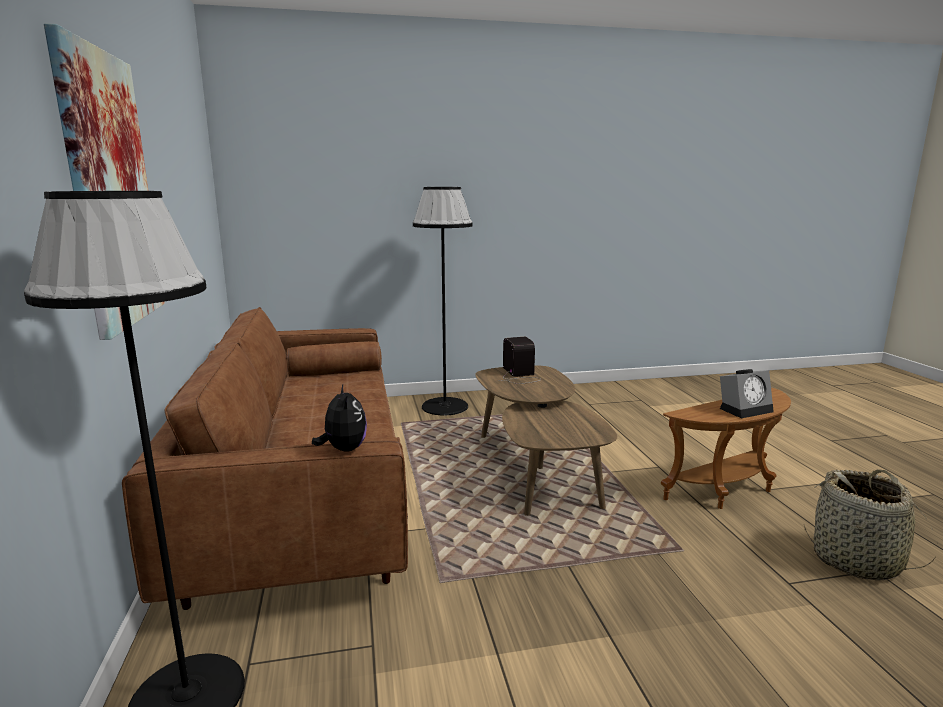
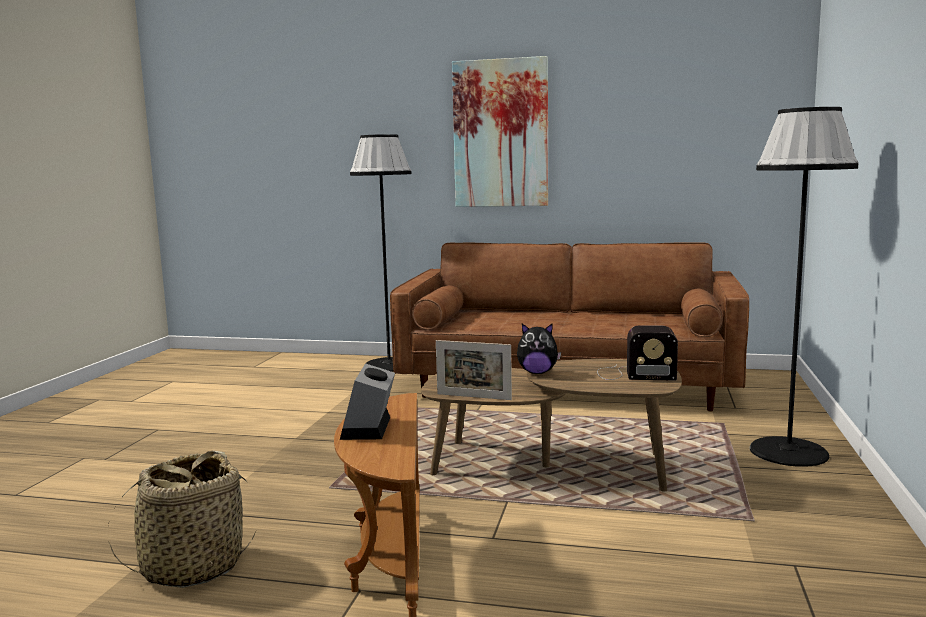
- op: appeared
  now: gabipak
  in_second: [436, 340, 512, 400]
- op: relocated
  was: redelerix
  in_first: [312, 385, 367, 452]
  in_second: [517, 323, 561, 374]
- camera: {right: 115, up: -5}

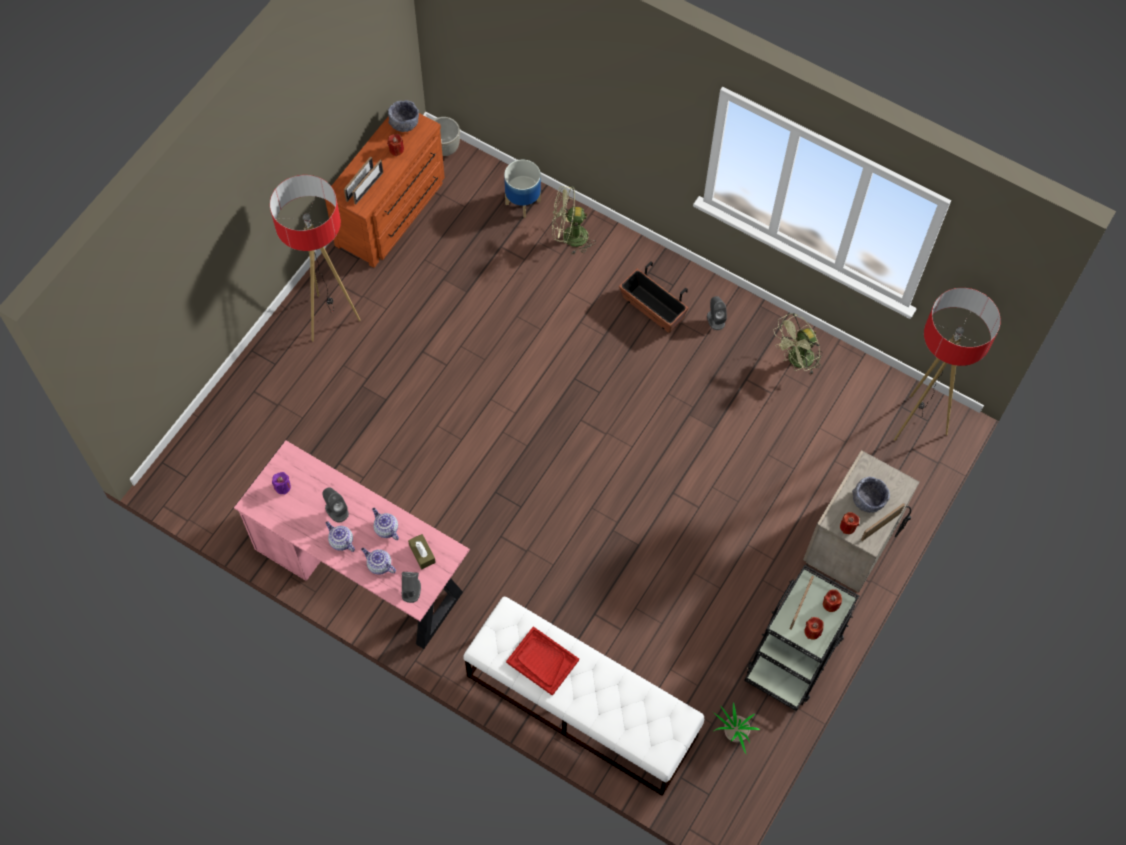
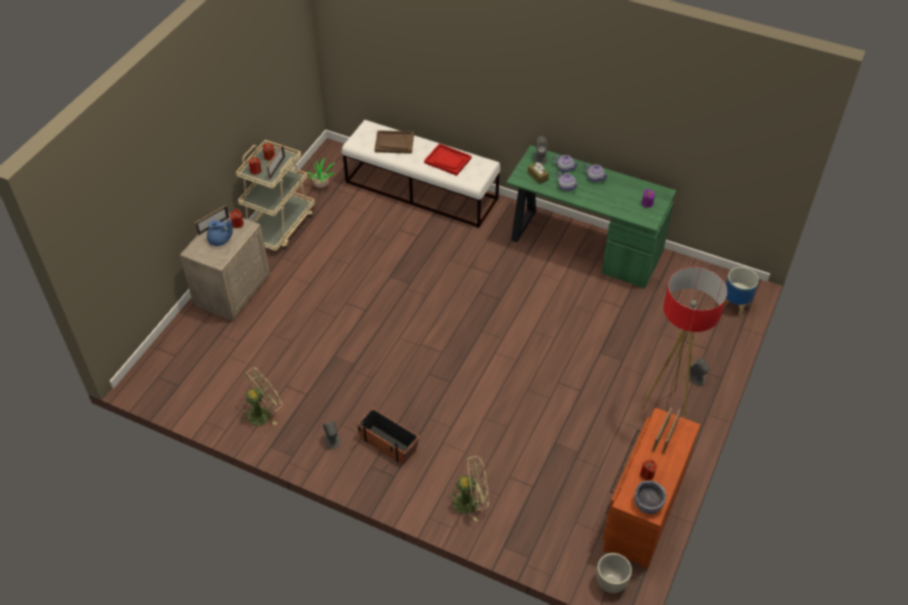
- op: exchanged
  was: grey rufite
  now: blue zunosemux
  in_first: [852, 477, 890, 513]
  in_second: [207, 219, 233, 246]
- op: colour
  was: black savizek
  now: beige savizek
  in_first: [744, 565, 859, 711]
  in_second: [236, 140, 315, 251]
- op: appeared
  now: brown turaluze
  in_second: [375, 130, 414, 154]
- op: colour
  was: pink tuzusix
  now: green tuzusix
  in_first: [234, 441, 470, 649]
  in_second: [506, 145, 677, 288]
- op: relocated
  was: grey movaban
  in_first: [323, 487, 349, 523]
  in_second: [689, 358, 710, 386]
- op: relocated
  was: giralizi
  in_first: [504, 159, 541, 218]
  in_second: [724, 267, 759, 316]
- op: missing
  was: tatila
  in_first: [894, 288, 1001, 441]
- camera: {right: 175, up: -15}

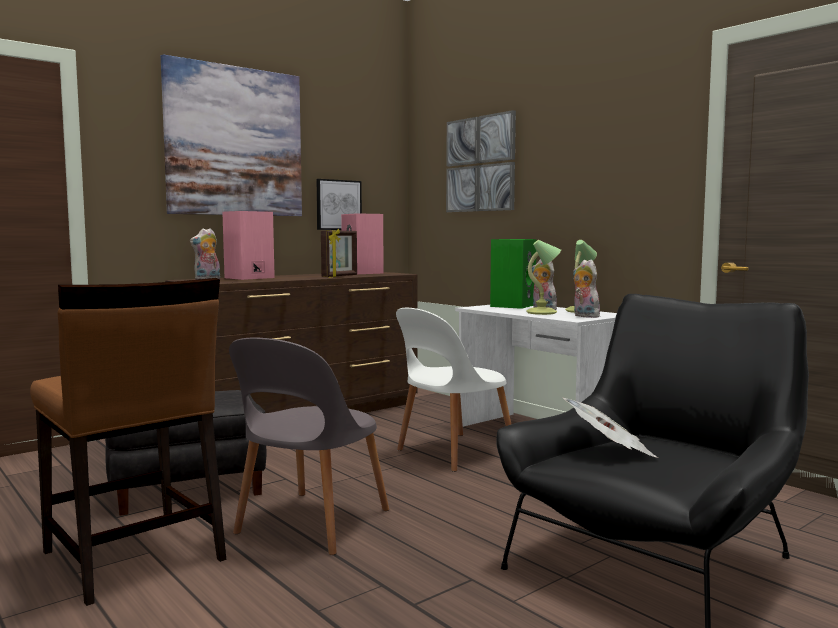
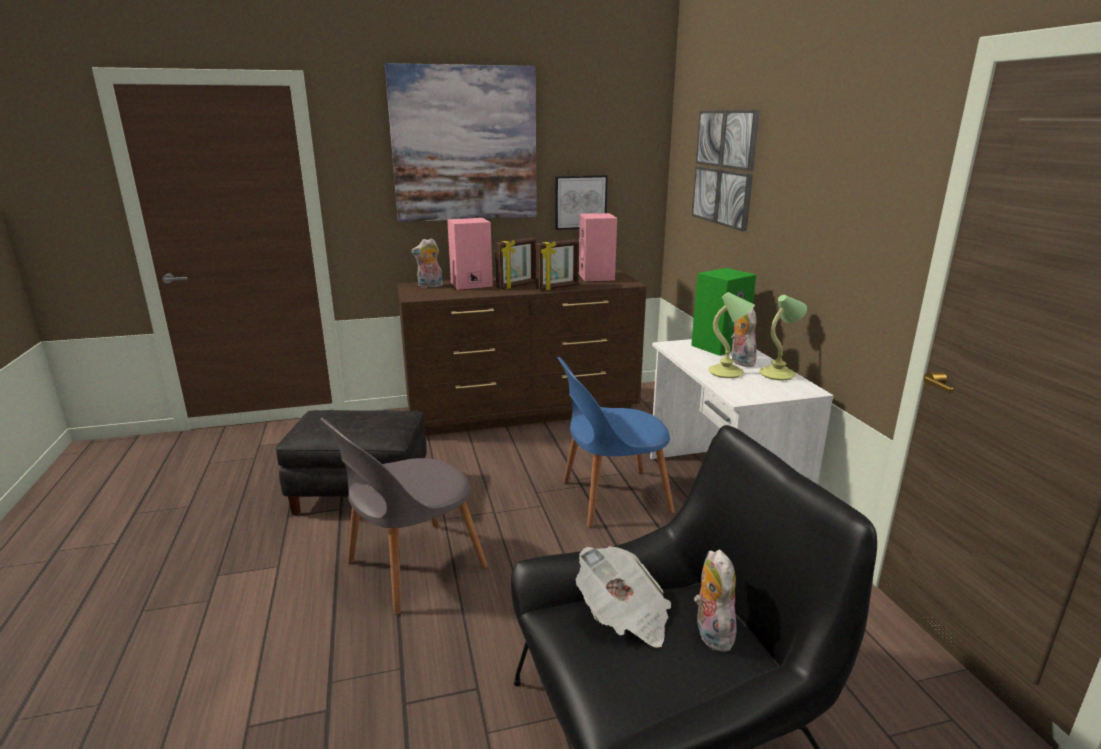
- op: appeared
  now: gabipak
  in_second: [495, 238, 536, 289]
- op: colour
  was: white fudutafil
  now: blue fudutafil
  in_first: [396, 308, 511, 472]
  in_second: [557, 357, 675, 527]
- op: relocated
  was: redelerix
  in_first: [573, 259, 600, 318]
  in_second: [694, 549, 737, 652]
- op: missing
  was: brown fudutafil
  in_first: [30, 278, 226, 606]
- camera: {right: 25, up: 15}

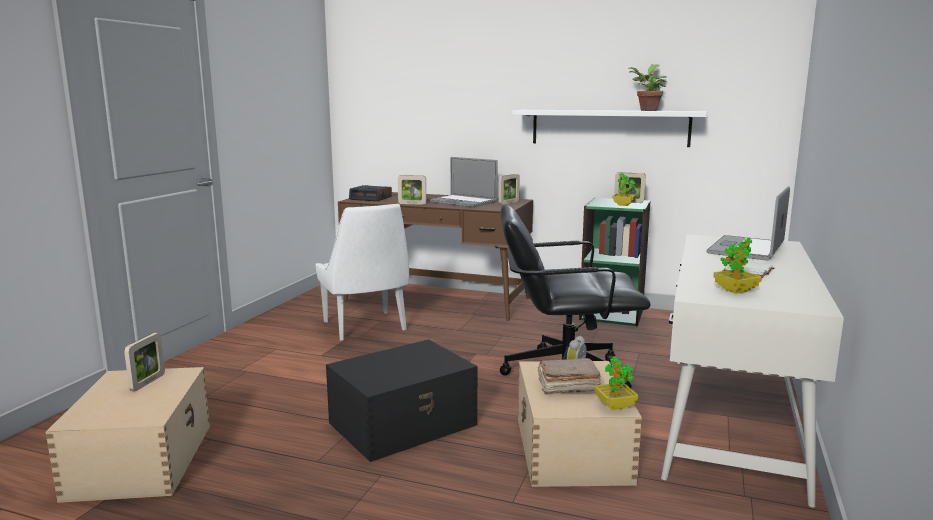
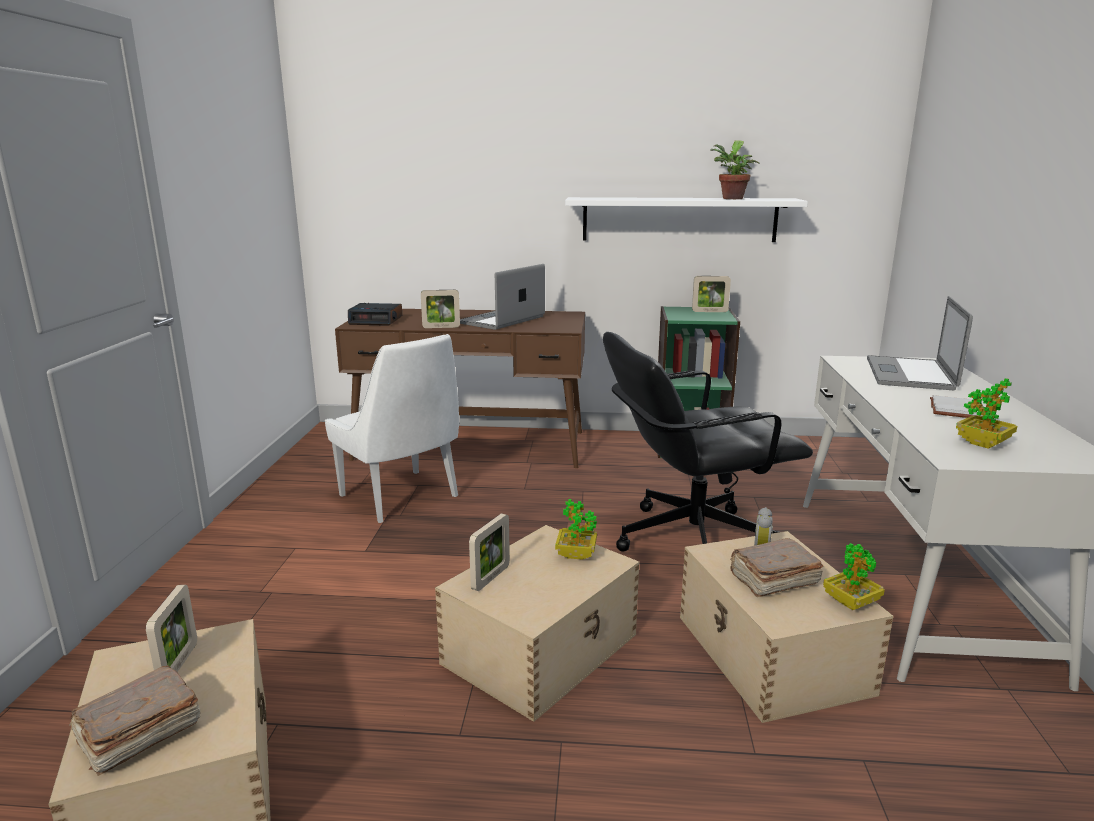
- op: appeared
  now: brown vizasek
  in_second: [69, 665, 200, 776]
- op: colour
  was: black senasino
  now: beige senasino
  in_first: [326, 339, 478, 462]
  in_second: [435, 525, 640, 722]
- op: spun
  was: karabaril
  in_first: [427, 157, 498, 207]
  in_second: [460, 264, 545, 330]
  clockwise: 105
- op: relocated
  was: gabipak
  in_first: [499, 174, 520, 204]
  in_second: [469, 513, 510, 591]
- op: relocated
  was: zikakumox
  in_first: [612, 172, 636, 206]
  in_second: [555, 499, 597, 560]
- camera: {right: -15, up: 5}

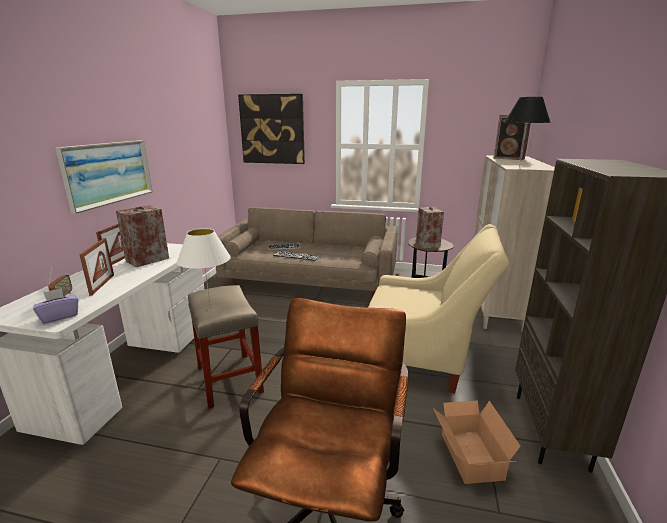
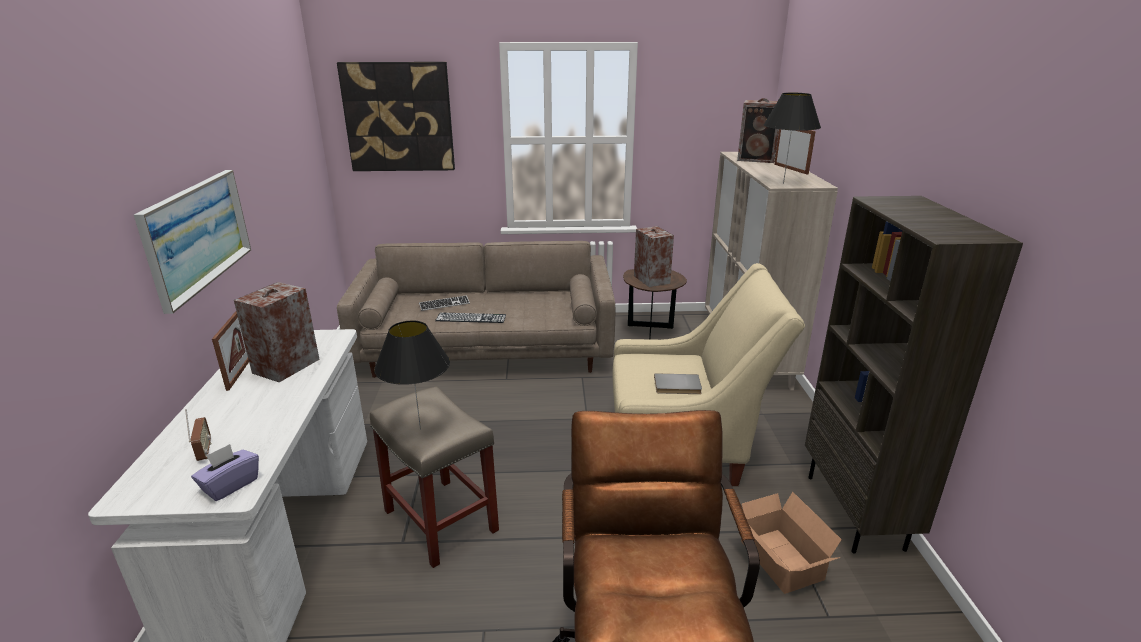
- op: colour
  was: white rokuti
  now: black rokuti
  in_first: [177, 228, 231, 305]
  in_second: [374, 321, 450, 430]
- op: appeared
  now: grey vizasek
  in_second: [654, 373, 702, 394]
- op: relocated
  was: gabipak
  in_first: [79, 238, 114, 296]
  in_second: [774, 129, 816, 174]
- camera: {right: -15, up: 5}

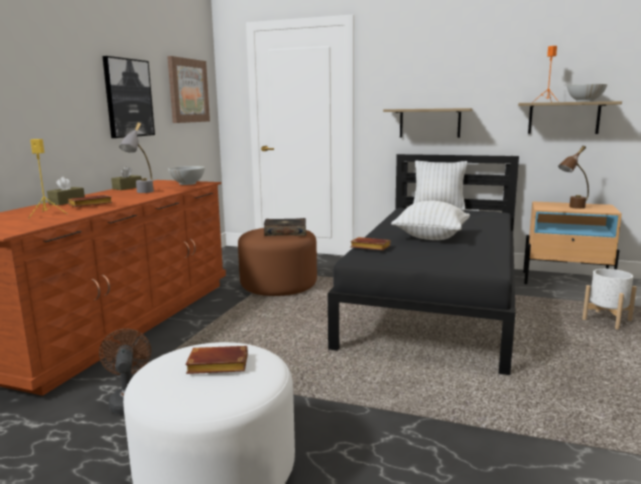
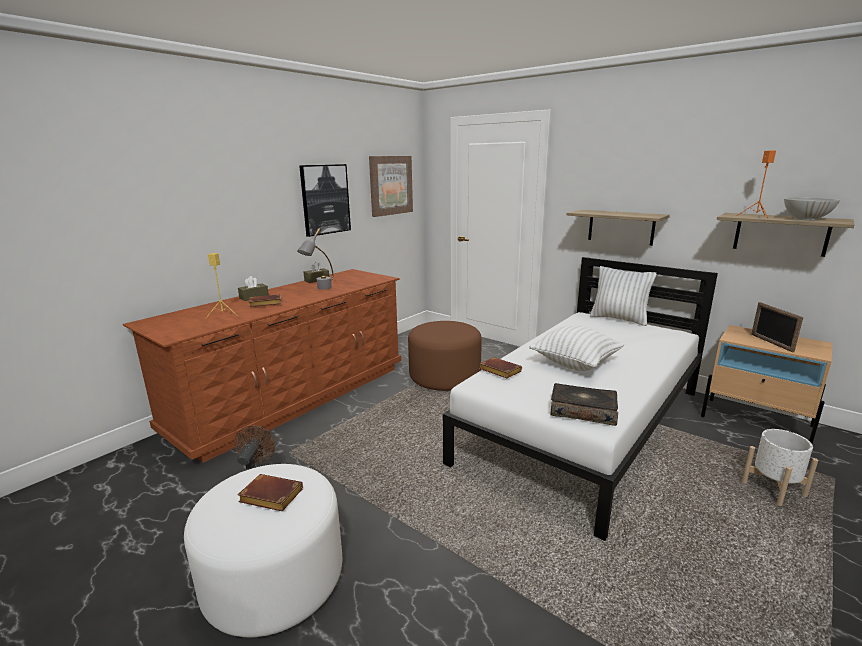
- op: colour
  was: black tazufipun
  now: white tazufipun
  in_first: [328, 154, 519, 375]
  in_second: [443, 257, 718, 541]
- op: relocated
  was: vizasek
  in_first: [264, 218, 306, 236]
  in_second: [550, 383, 618, 426]
- op: exchanged
  was: brown rokuti
  now: gabipak
  in_first: [558, 146, 589, 209]
  in_second: [751, 302, 803, 352]
- op: missing
  was: white rufite
  in_first: [168, 166, 205, 185]
- camera: {right: 20, up: 5}

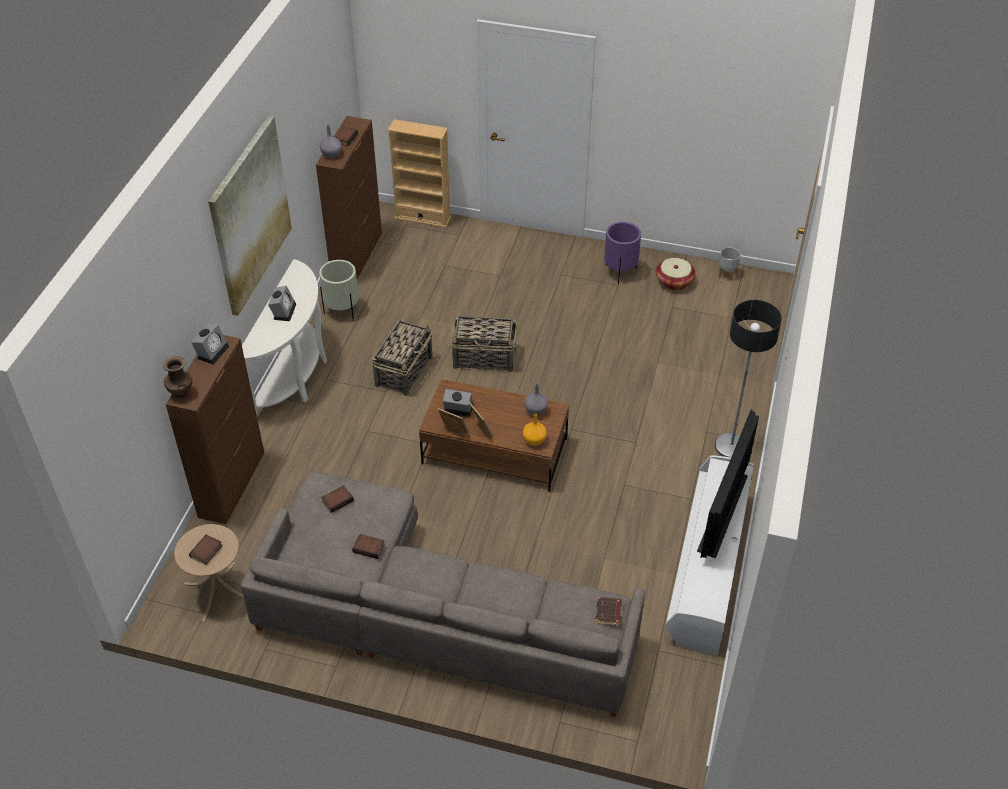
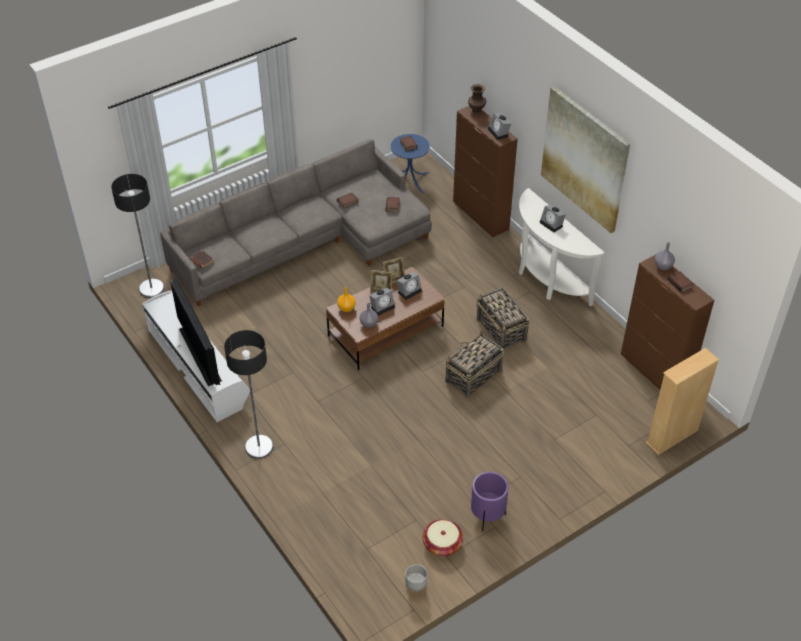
- op: appeared
  now: tatila
  in_second: [111, 174, 164, 298]
- op: appeared
  now: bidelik
  in_second: [369, 287, 395, 316]
- op: colour
  was: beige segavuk
  now: blue segavuk
  in_first: [174, 524, 244, 622]
  in_second: [391, 134, 430, 194]
- op: missing
  was: beige giralizi
  in_first: [319, 260, 359, 321]
- camera: {right: 130, up: 0}

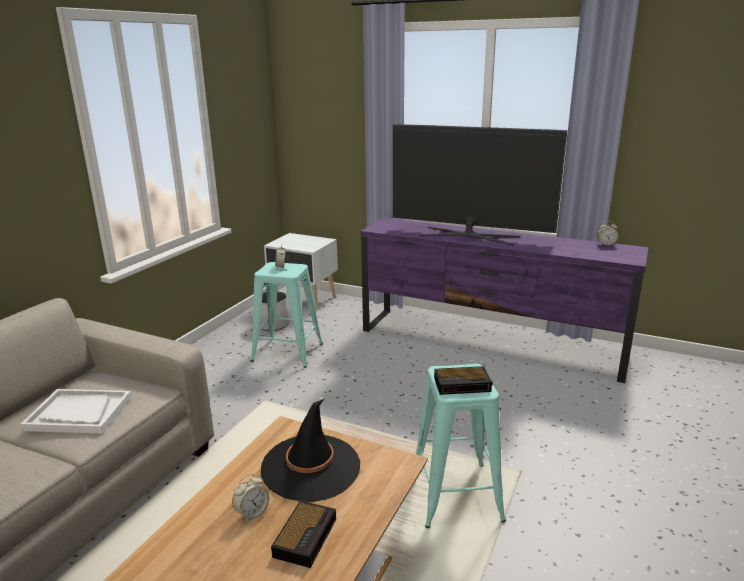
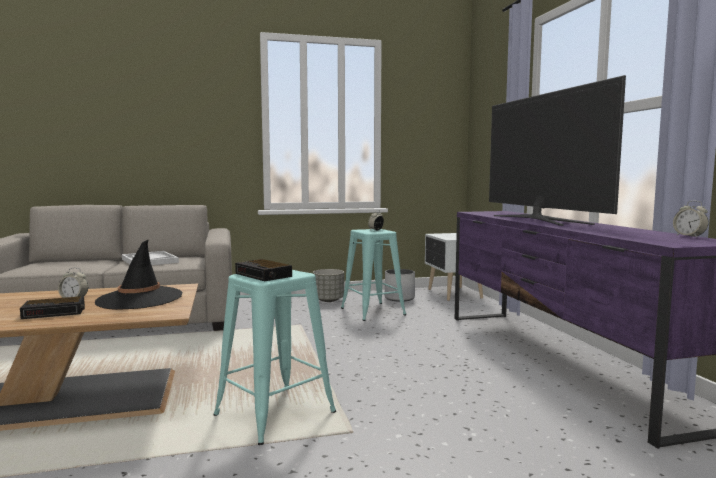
- op: appeared
  now: grey giralizi
  in_second: [313, 269, 344, 302]
- camera: {right: 50, up: -15}

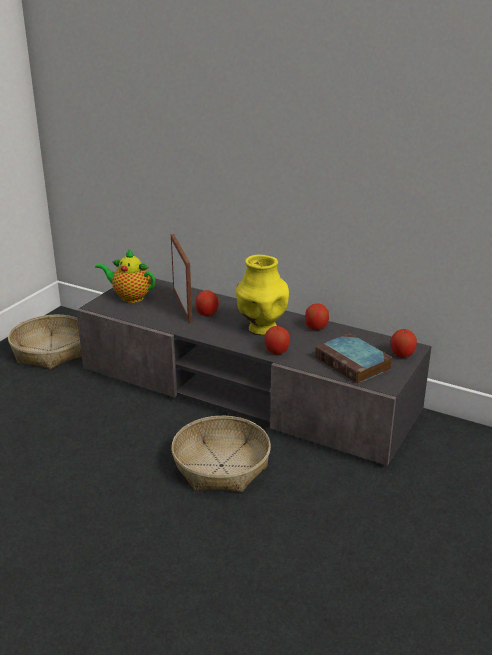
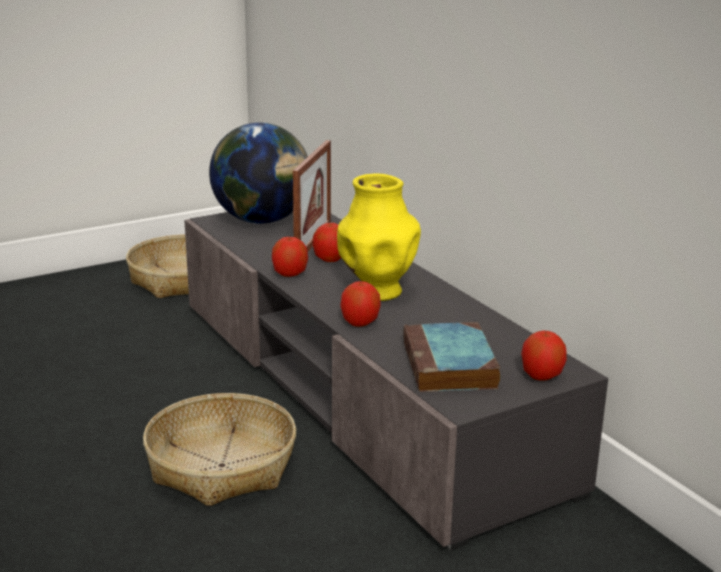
- op: exchanged
  was: zunosemux
  now: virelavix
  in_first: [95, 249, 155, 303]
  in_second: [209, 123, 308, 224]
- op: relocated
  was: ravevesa
  in_first: [305, 303, 329, 330]
  in_second: [272, 237, 308, 277]
- camera: {right: 30, up: -5}

